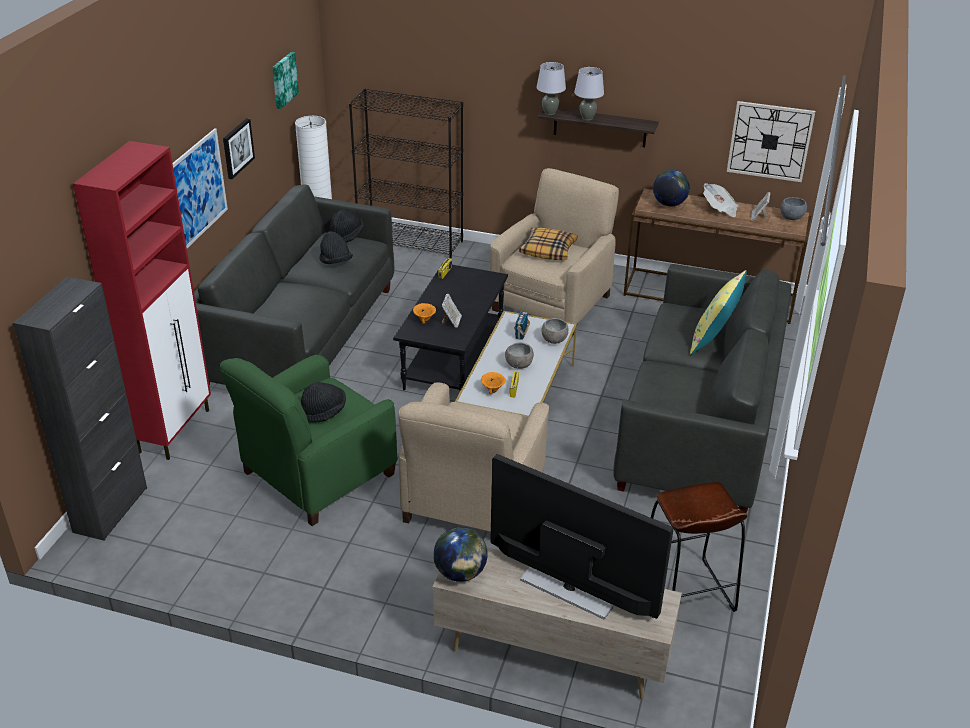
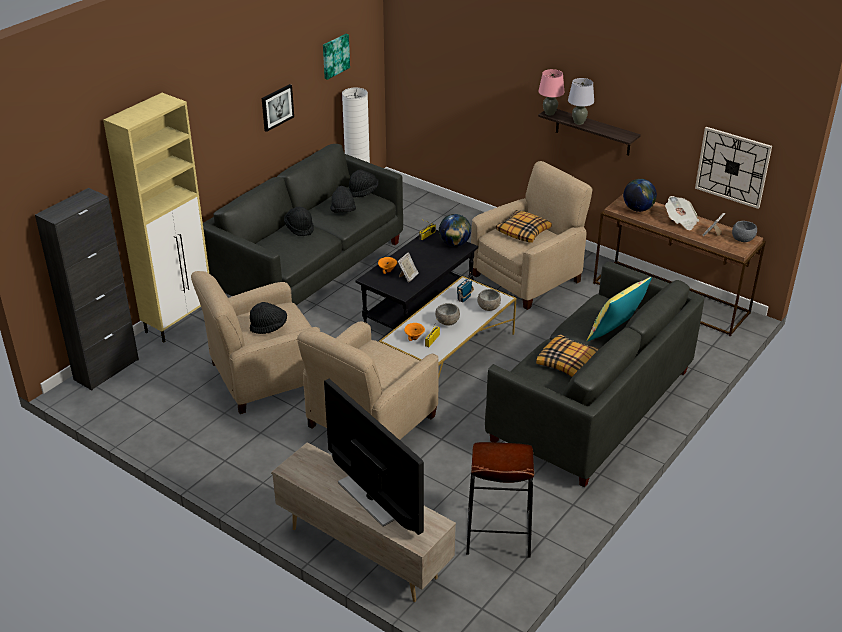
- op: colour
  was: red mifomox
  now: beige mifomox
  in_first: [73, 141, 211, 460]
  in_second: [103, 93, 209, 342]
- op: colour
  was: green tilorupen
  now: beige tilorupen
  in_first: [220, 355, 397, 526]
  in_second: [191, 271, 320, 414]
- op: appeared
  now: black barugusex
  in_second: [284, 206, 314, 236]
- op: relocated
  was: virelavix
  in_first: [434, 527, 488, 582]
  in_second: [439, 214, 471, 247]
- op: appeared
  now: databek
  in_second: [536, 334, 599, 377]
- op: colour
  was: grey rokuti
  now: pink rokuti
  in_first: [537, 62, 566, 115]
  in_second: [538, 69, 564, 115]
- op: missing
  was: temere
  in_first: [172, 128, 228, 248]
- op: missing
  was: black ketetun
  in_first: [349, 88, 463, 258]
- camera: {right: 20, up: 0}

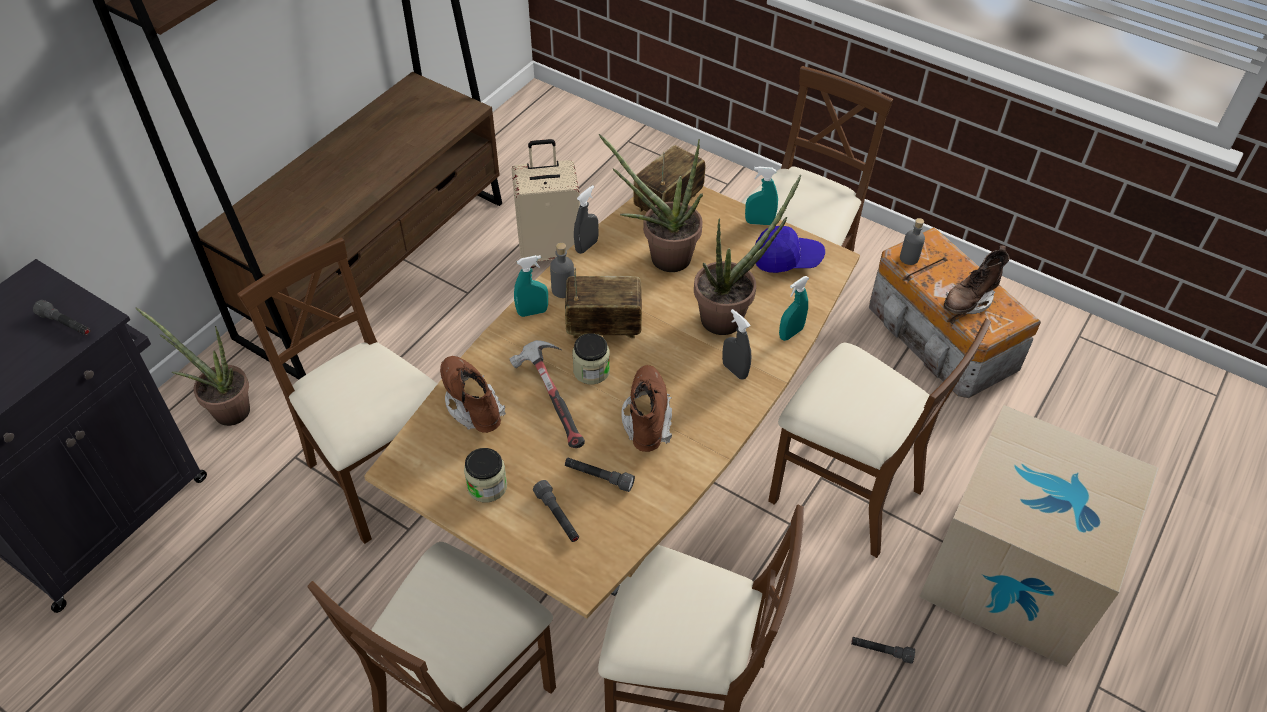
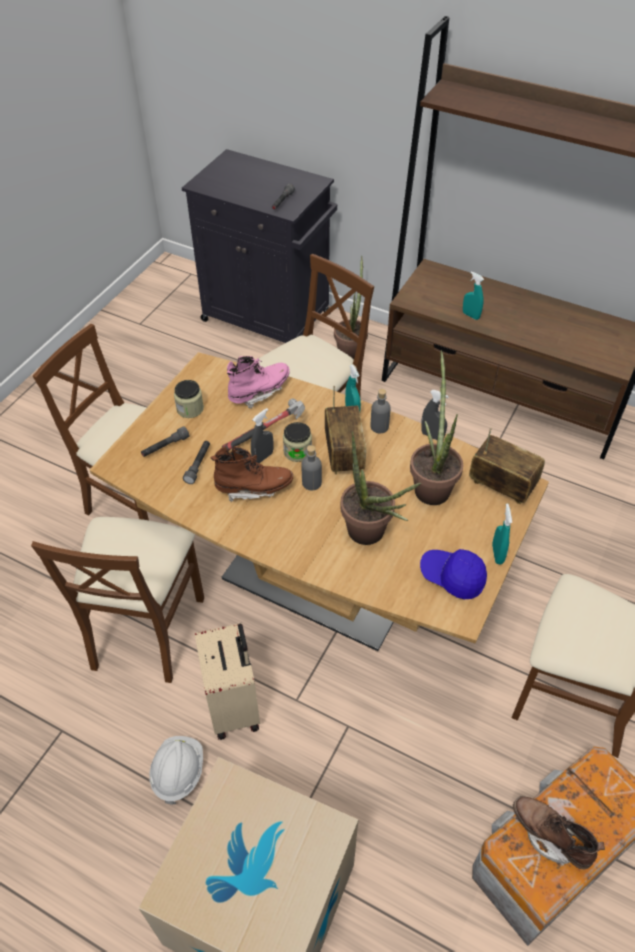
- op: exchanged
  was: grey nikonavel
  now: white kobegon
  in_first: [851, 637, 915, 664]
  in_second: [149, 736, 203, 805]
- op: relocated
  was: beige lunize
  in_first: [512, 139, 580, 268]
  in_second: [195, 623, 260, 740]
- op: colour
  was: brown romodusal
  now: pink romodusal
  in_first: [440, 356, 506, 433]
  in_second: [227, 356, 290, 409]
- op: relocated
  was: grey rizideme
  in_first: [722, 309, 751, 380]
  in_second: [251, 408, 273, 463]
- op: relocated
  was: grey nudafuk
  in_first: [900, 218, 925, 265]
  in_second: [301, 445, 322, 491]
- op: spun
  was: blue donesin
  in_first: [755, 226, 825, 273]
  in_second: [420, 549, 487, 599]
  clockwise: 120
- op: relocated
  was: turquoise rizideme
  in_first: [779, 276, 809, 341]
  in_second: [463, 271, 484, 320]
- op: missing
  was: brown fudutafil
  in_first: [768, 319, 991, 558]
- camera: {right: 85, up: 0}

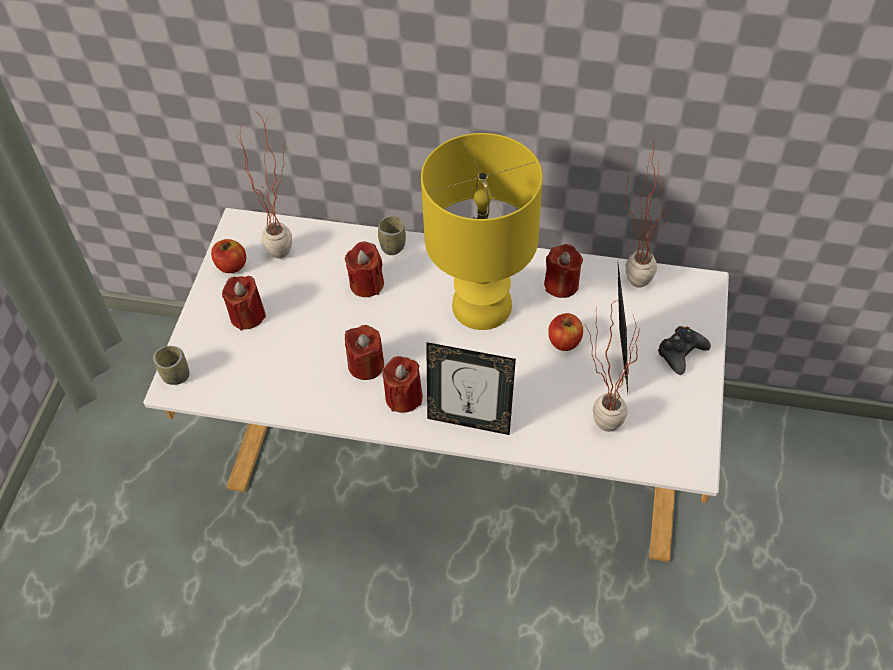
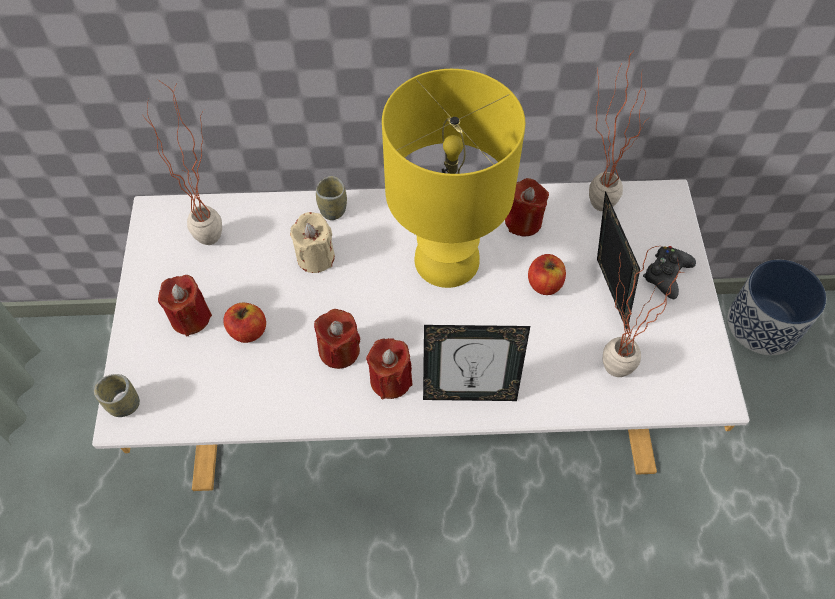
- op: relocated
  was: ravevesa
  in_first: [211, 239, 246, 273]
  in_second: [223, 303, 266, 343]
- op: colour
  was: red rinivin
  now: beige rinivin
  in_first: [345, 242, 384, 297]
  in_second: [290, 212, 335, 273]
- op: appeared
  now: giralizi
  in_second: [727, 260, 826, 355]
- camera: {right: -15, up: 5}

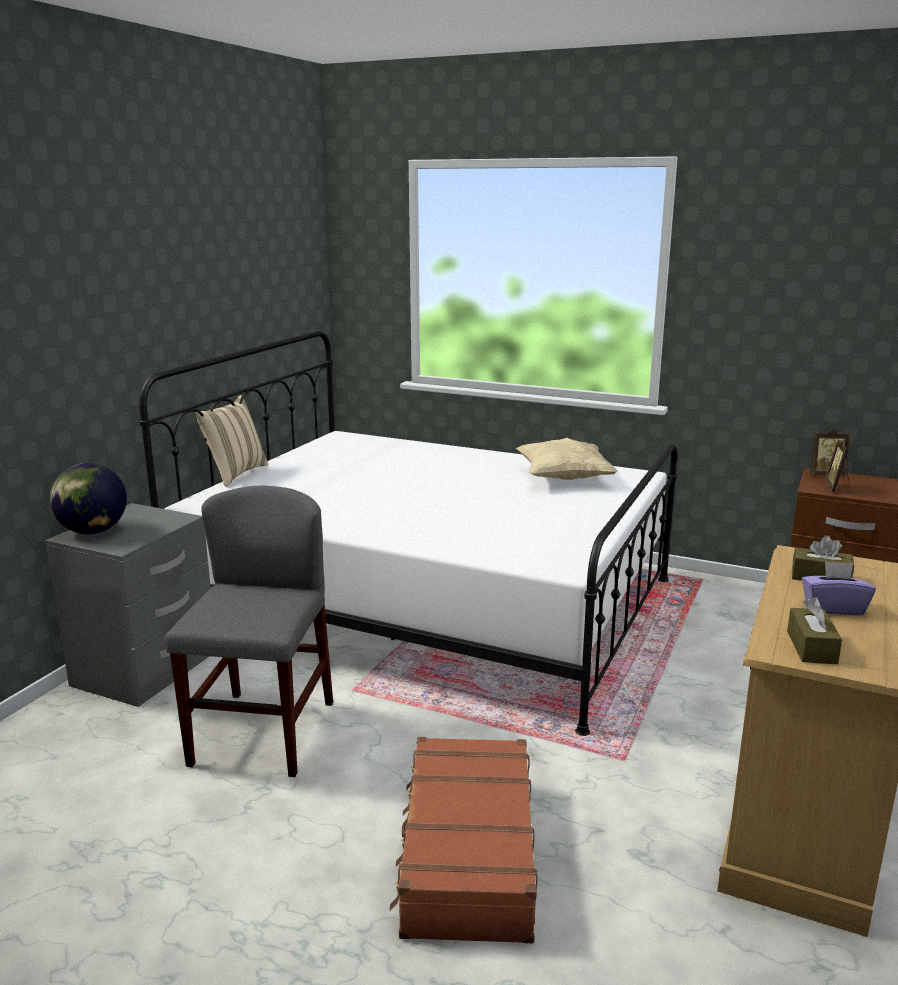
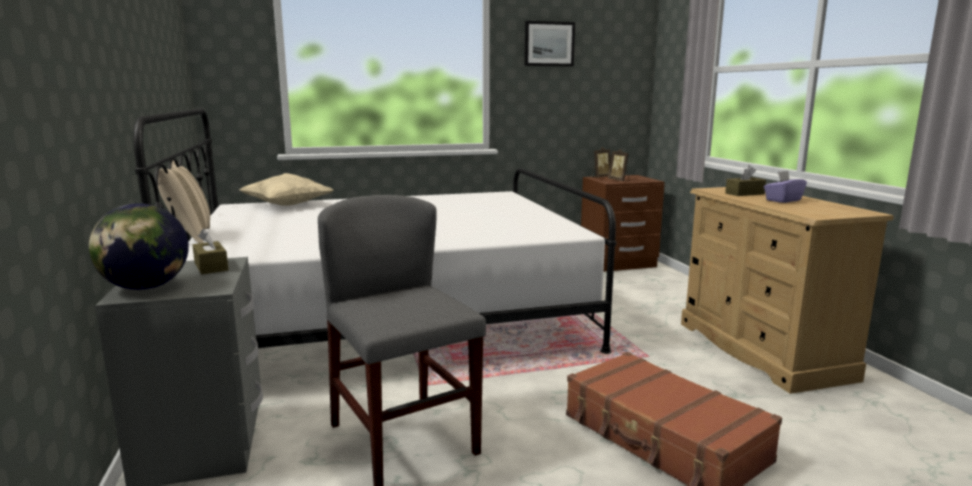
- op: relocated
  was: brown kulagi
  in_first: [787, 597, 842, 664]
  in_second: [192, 228, 228, 274]
- op: relocated
  was: beige databek
  in_first: [516, 438, 618, 480]
  in_second: [239, 173, 333, 206]
- op: appeared
  now: temere
  in_second: [524, 21, 575, 67]
- camera: {right: -40, up: -5}

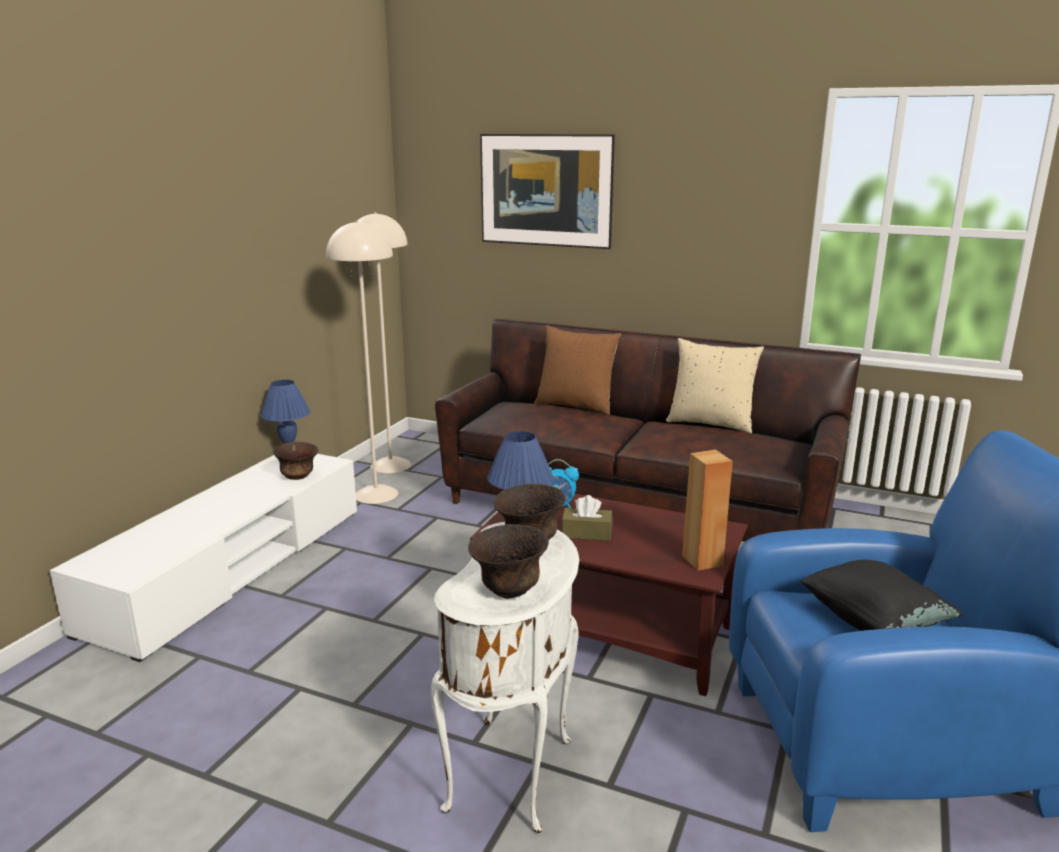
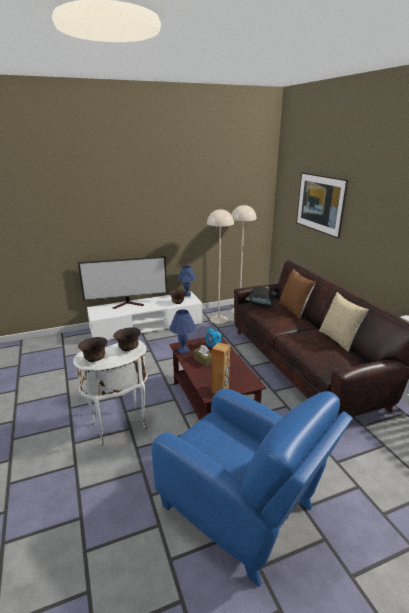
- op: appeared
  now: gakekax
  in_second: [78, 256, 167, 309]
- op: relocated
  was: black databek
  in_first: [800, 560, 963, 631]
  in_second: [246, 287, 278, 306]
- camera: {right: 45, up: 5}

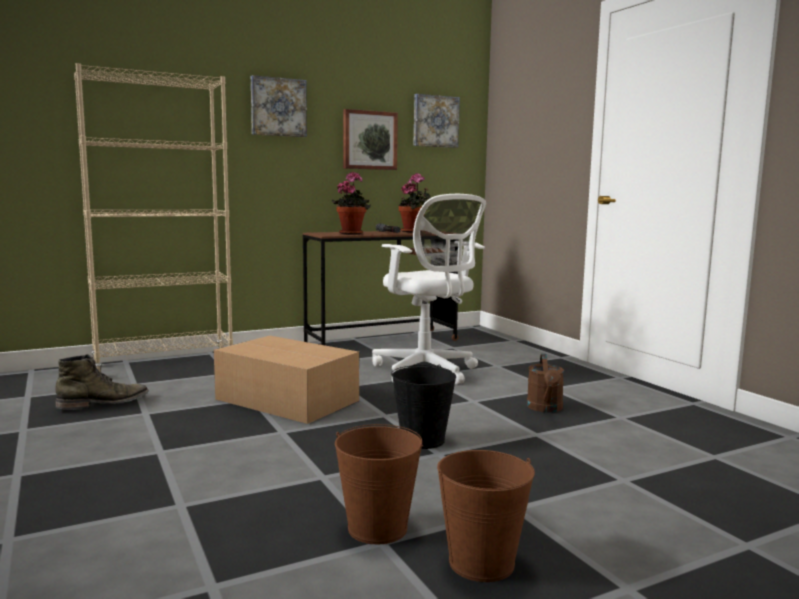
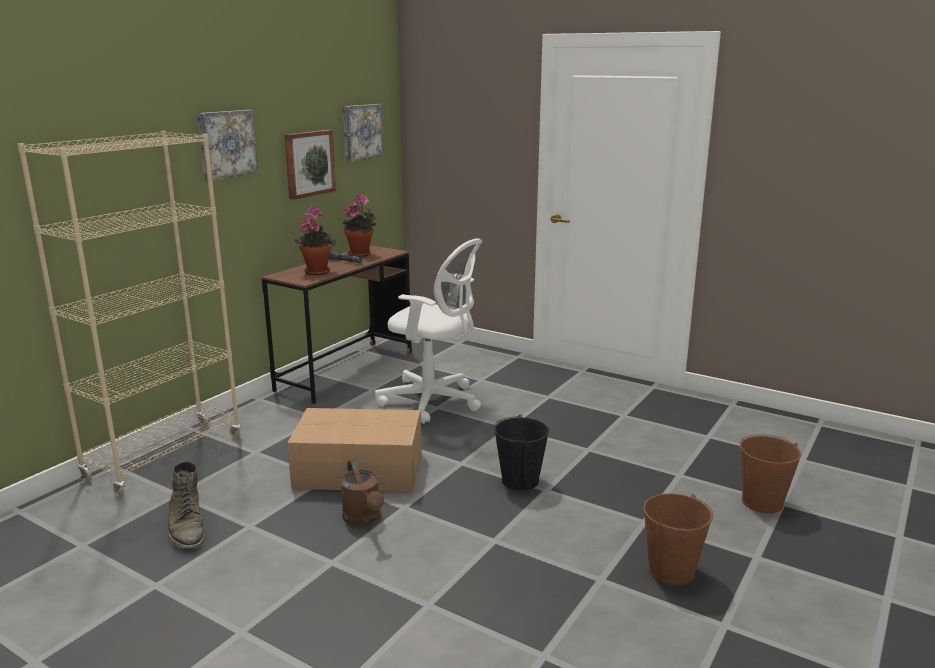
- op: spun
  was: green romodusal
  in_first: [55, 354, 149, 410]
  in_second: [168, 461, 205, 549]
  clockwise: 135
- op: relocated
  was: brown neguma
  in_first: [527, 354, 564, 412]
  in_second: [340, 459, 384, 526]
- op: relocated
  was: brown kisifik
  in_first: [335, 424, 423, 544]
  in_second: [740, 434, 801, 513]
- camera: {right: -30, up: 10}

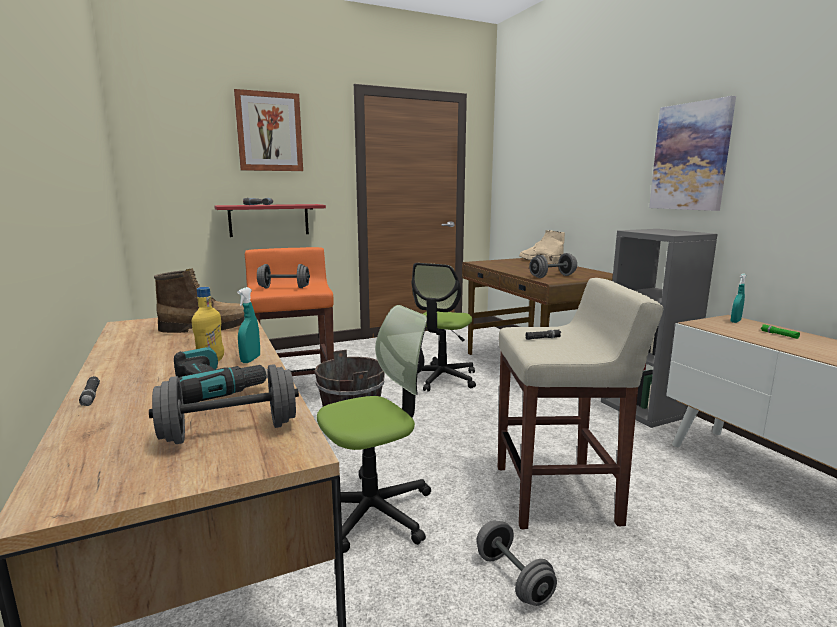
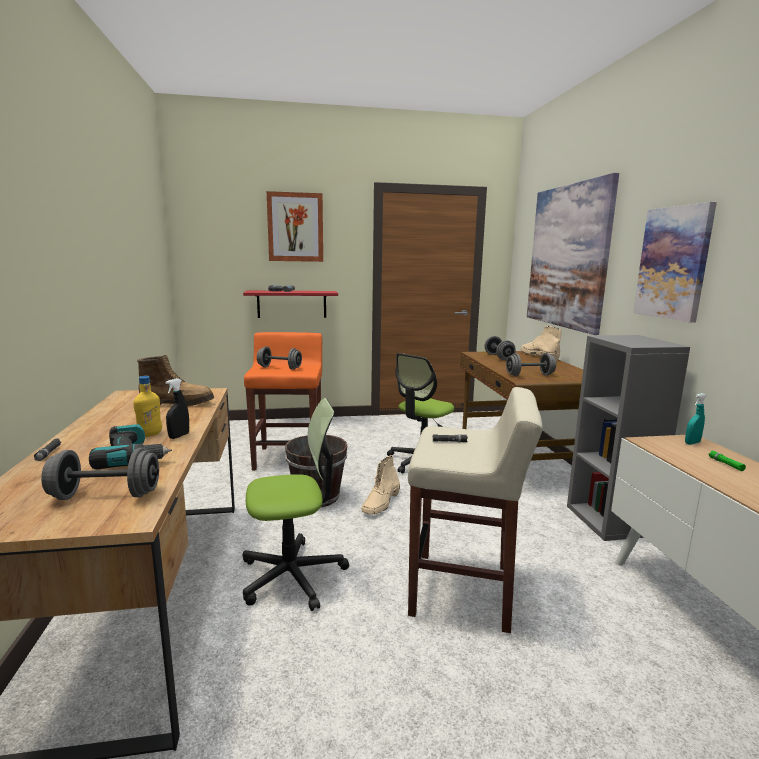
- op: colour
  was: turquoise rizideme
  now: black rizideme
  in_first: [237, 287, 260, 363]
  in_second: [165, 378, 189, 439]
- op: appeared
  now: beige romodusal
  in_second: [361, 455, 400, 514]
- op: relocated
  was: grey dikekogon
  in_first: [476, 520, 557, 606]
  in_second: [485, 336, 516, 360]
- op: appeared
  now: temere
  in_second: [527, 173, 619, 335]
- camera: {right: 15, up: 0}

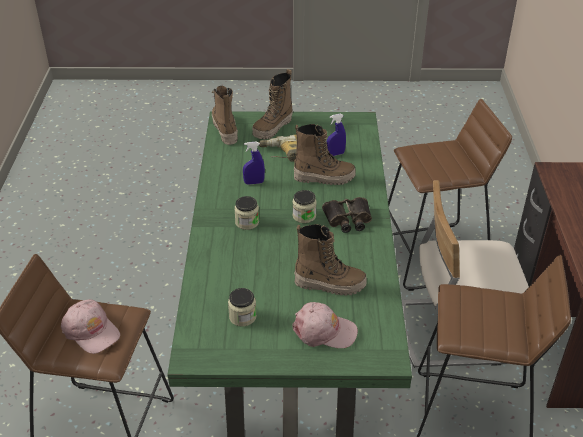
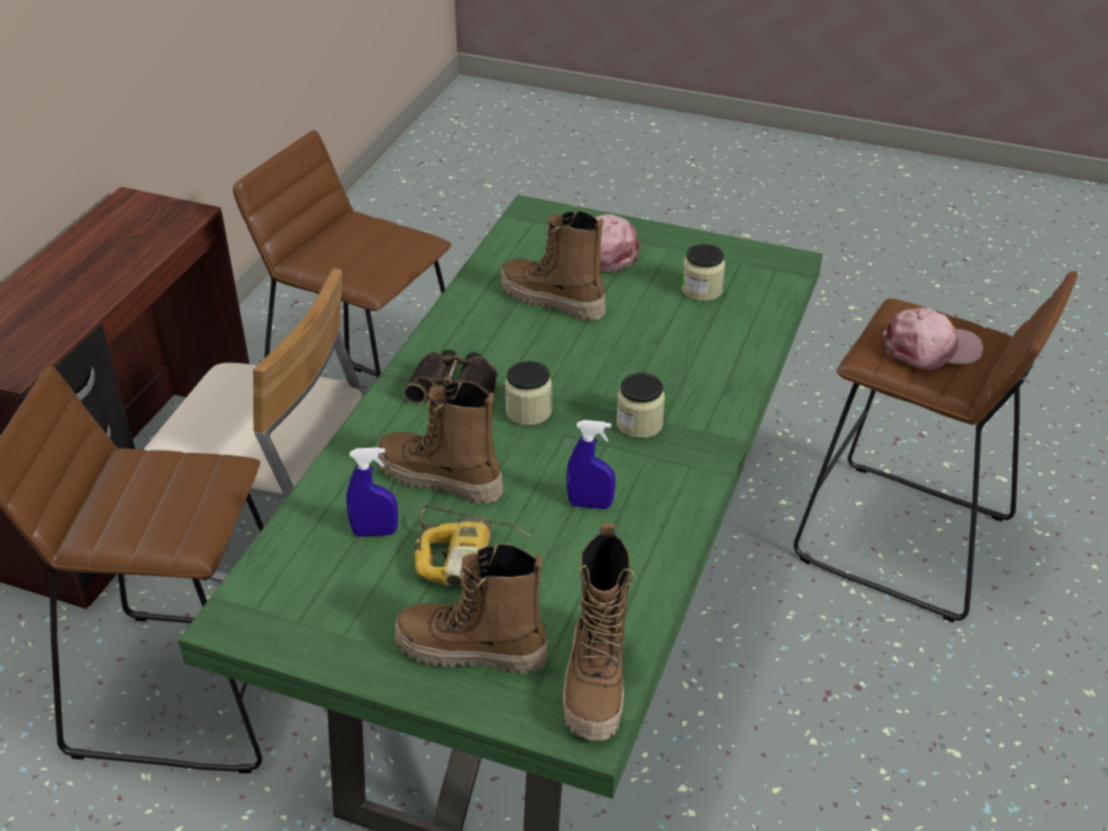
- op: spun
  was: romodusal
  in_first: [252, 69, 293, 140]
  in_second: [395, 544, 548, 674]
  clockwise: -135
- op: spun
  was: pink donesin
  in_first: [61, 299, 120, 354]
  in_second: [882, 308, 983, 370]
  clockwise: 105
- camera: {right: -160, up: 0}

